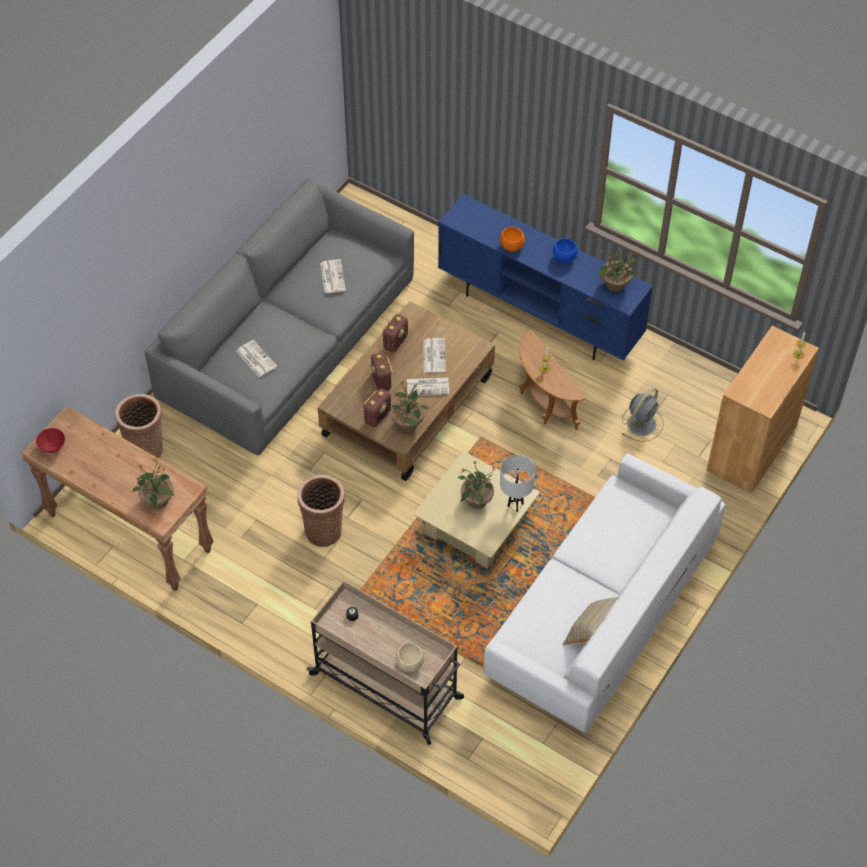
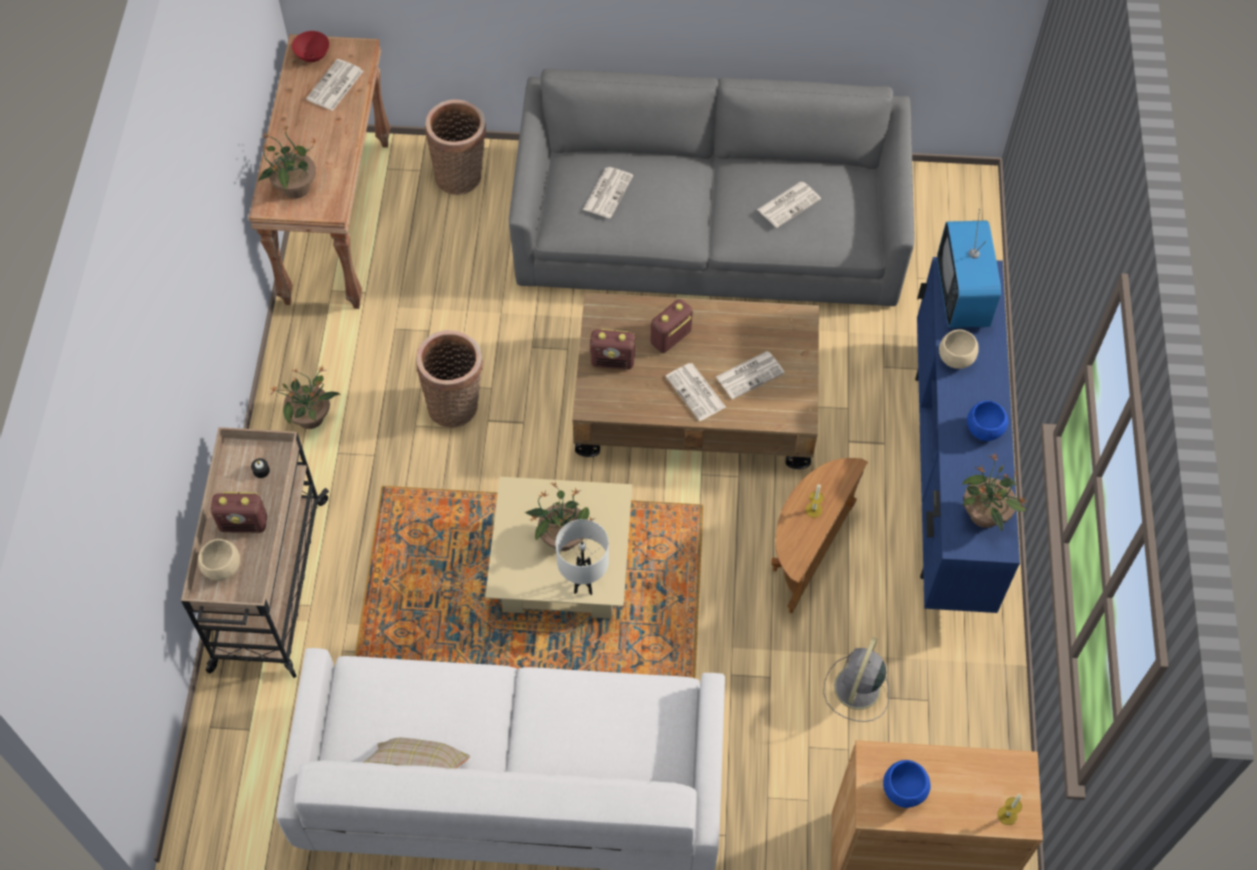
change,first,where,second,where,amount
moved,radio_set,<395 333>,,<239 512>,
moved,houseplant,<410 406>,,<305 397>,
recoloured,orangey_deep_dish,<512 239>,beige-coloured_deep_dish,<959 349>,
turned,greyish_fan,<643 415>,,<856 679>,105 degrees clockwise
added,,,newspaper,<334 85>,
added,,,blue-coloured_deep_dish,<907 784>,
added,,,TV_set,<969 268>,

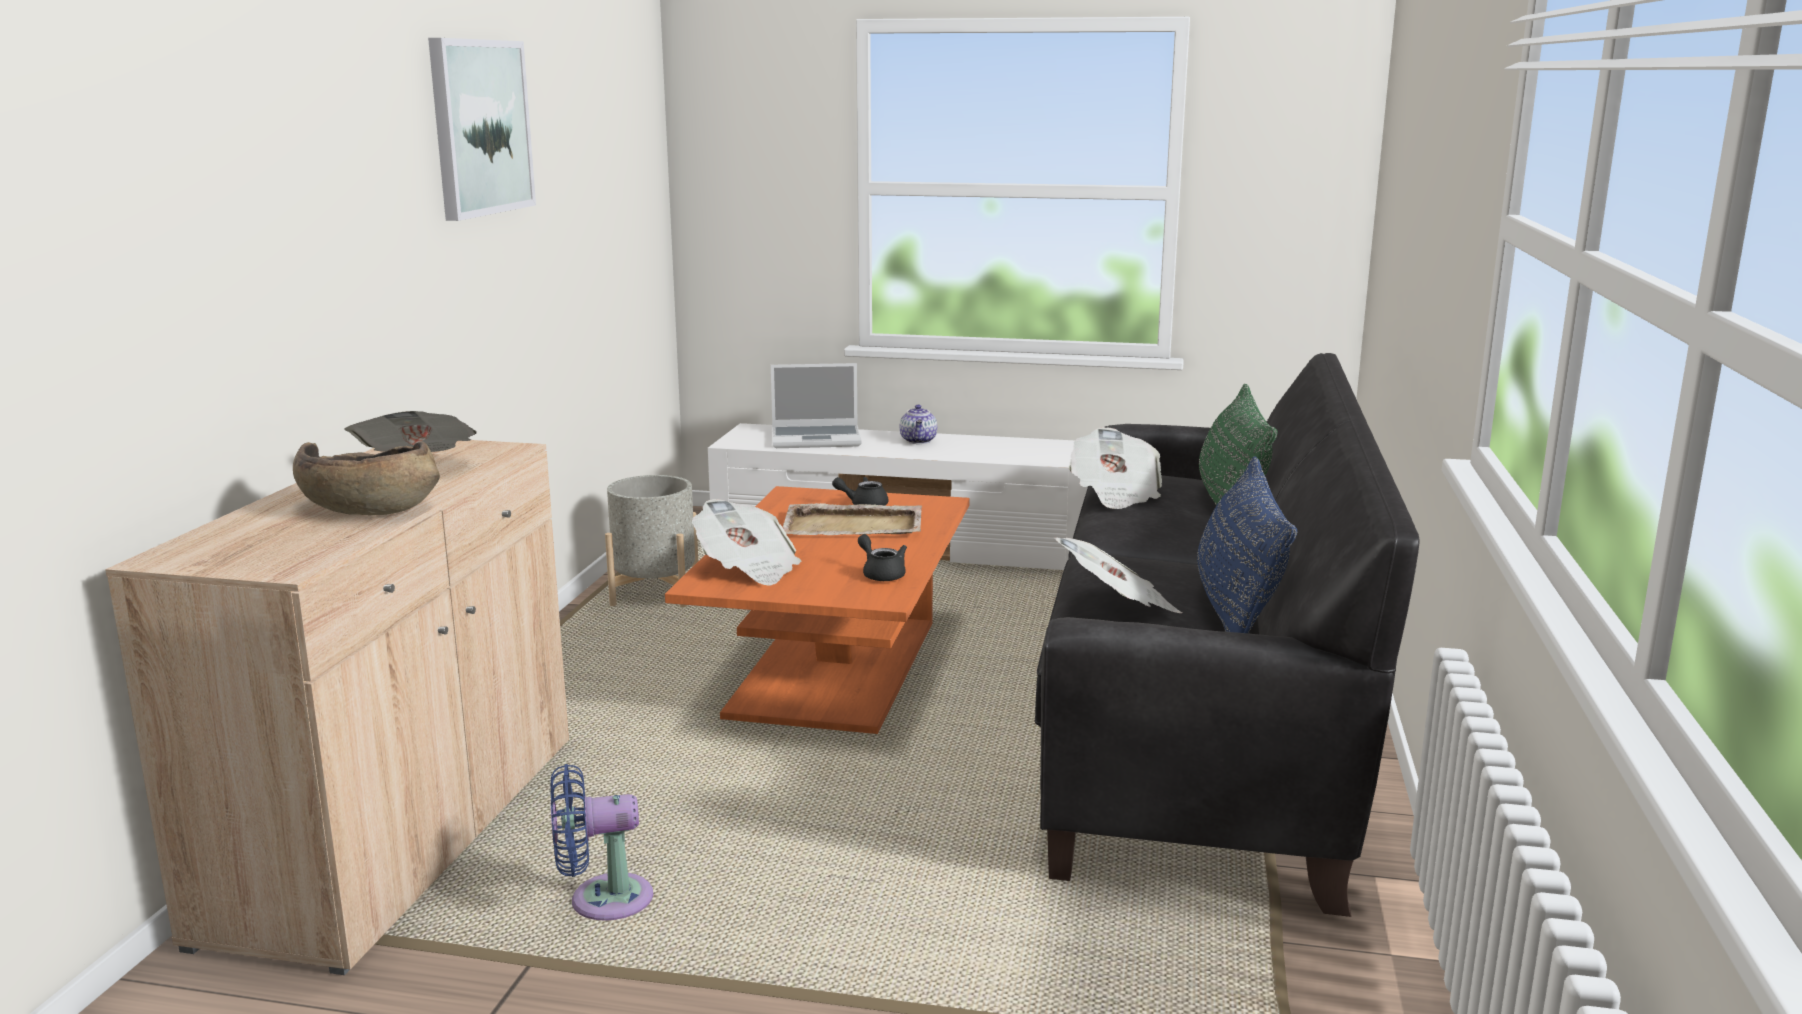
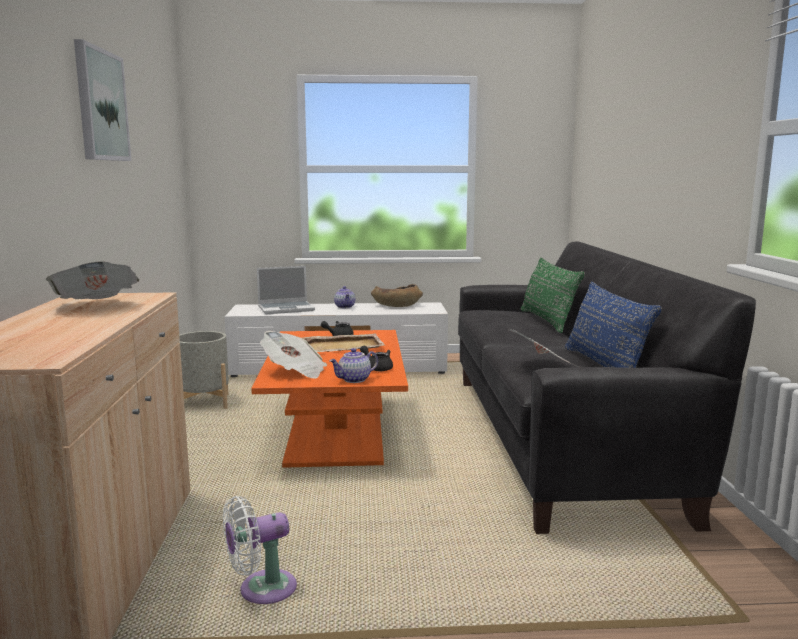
change,first,where,second,where,amount
moved,brown_deep_dish,<366 478>,,<397 295>,
recoloured,blue-coloured_fan,<601 842>,white-coloured_fan,<260 550>,
removed,newspaper,<1115 468>,,,
added,,,pot_for_tea,<353 365>,

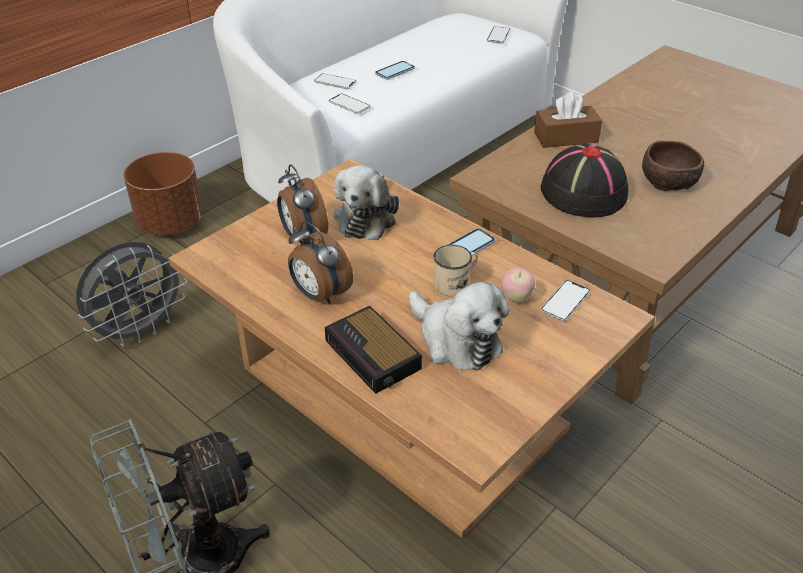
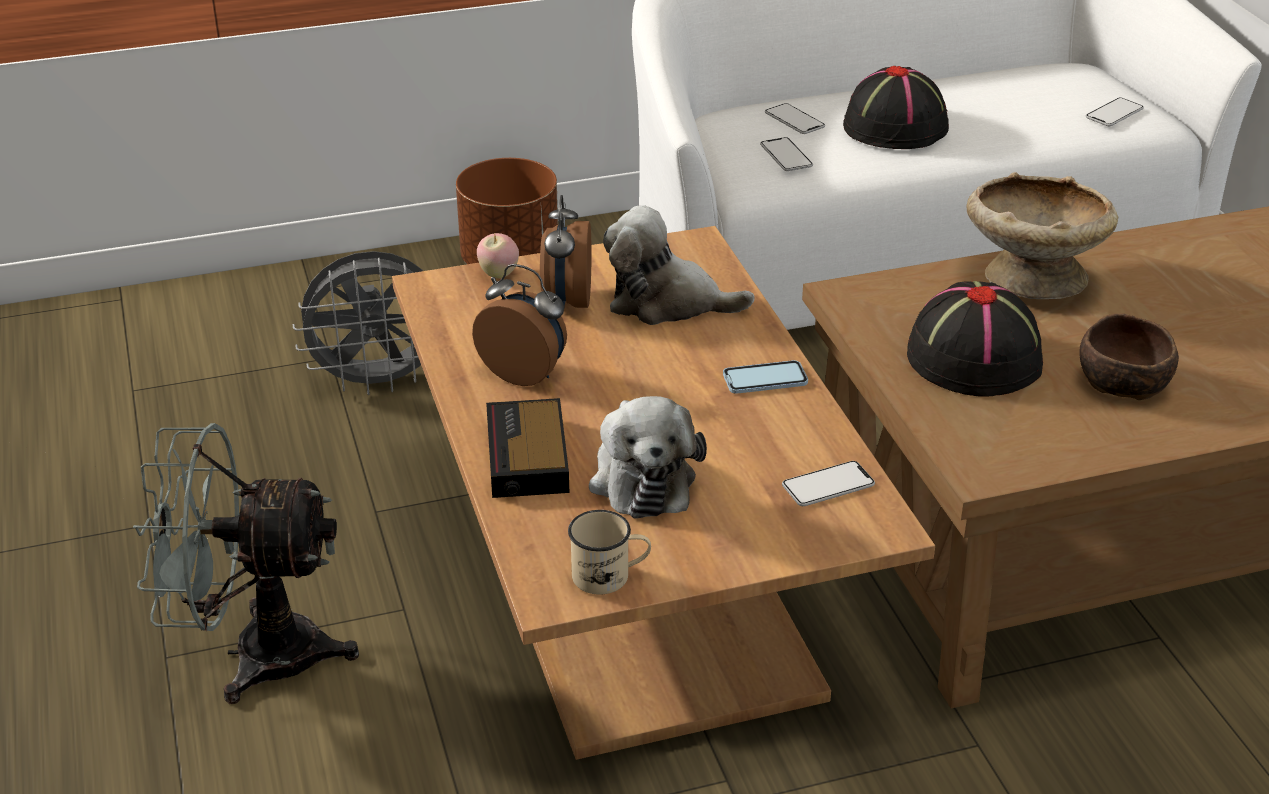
change,first,where,second,where,amount
turned,table_clock,<320 263>,,<519 325>,135 degrees clockwise
turned,soft_toy,<366 202>,,<679 265>,60 degrees clockwise
replaced,handset,<395 70>,black-coloured_hat,<896 107>,
moved,beige-coloured_tea_mug,<456 270>,,<609 552>,
moved,apple_fruit,<518 285>,,<498 256>,
replaced,brown_tissue_holder,<568 119>,beige-coloured_deep_dish,<1042 235>,

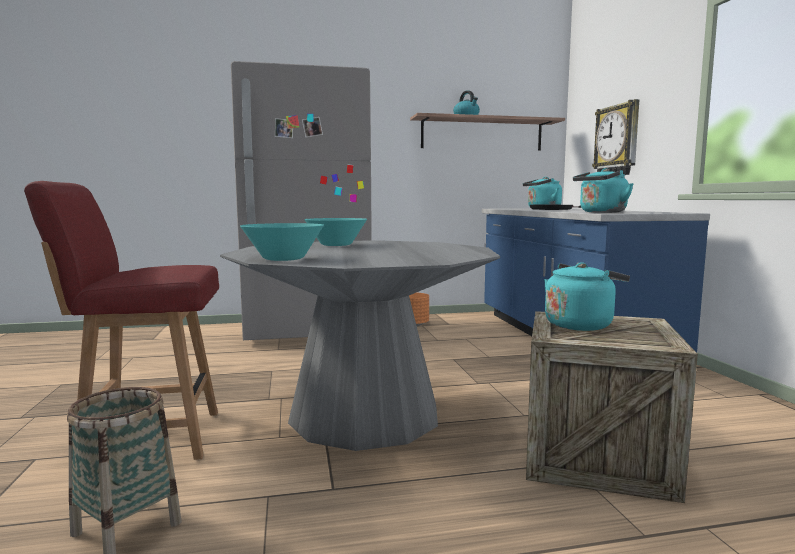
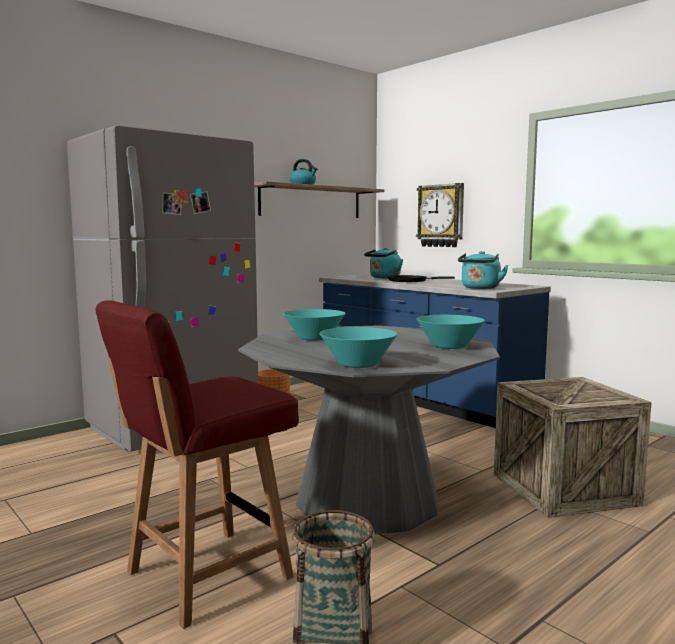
change,first,where,second,where,amount
removed,turquoise-coloured_water_kettle,<587 296>,,,
added,,,turquoise-coloured_deep_dish,<451 332>,

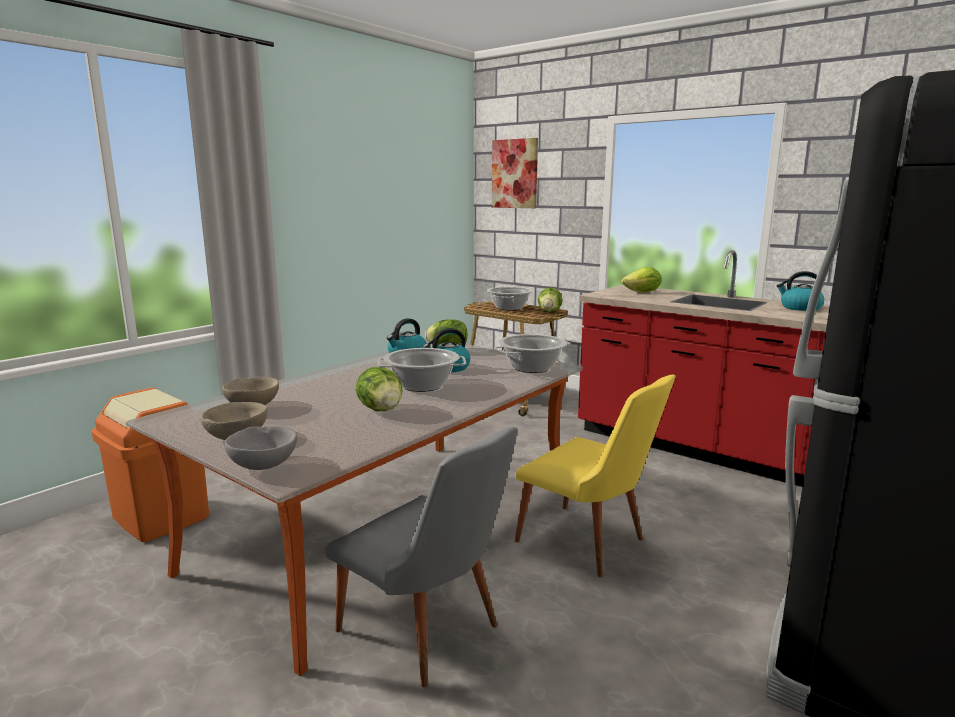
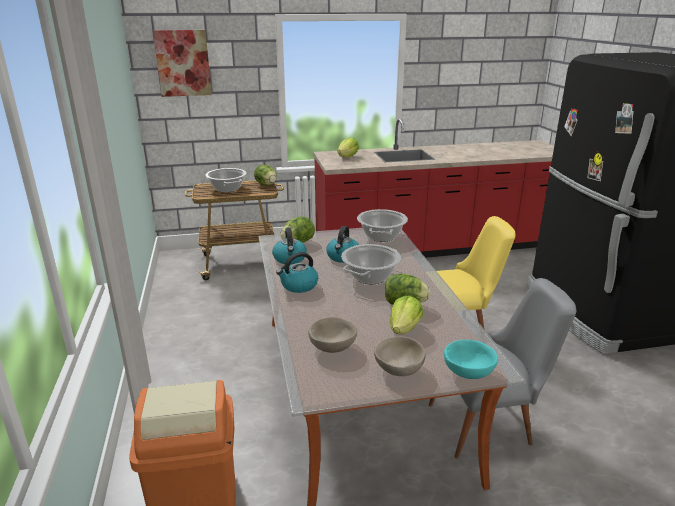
change,first,where,second,where,amount
recoloured,greyish_deep_dish,<261 448>,turquoise-coloured_deep_dish,<471 359>,
moved,water_kettle,<800 291>,,<297 272>,
added,,,lettuce,<406 315>,

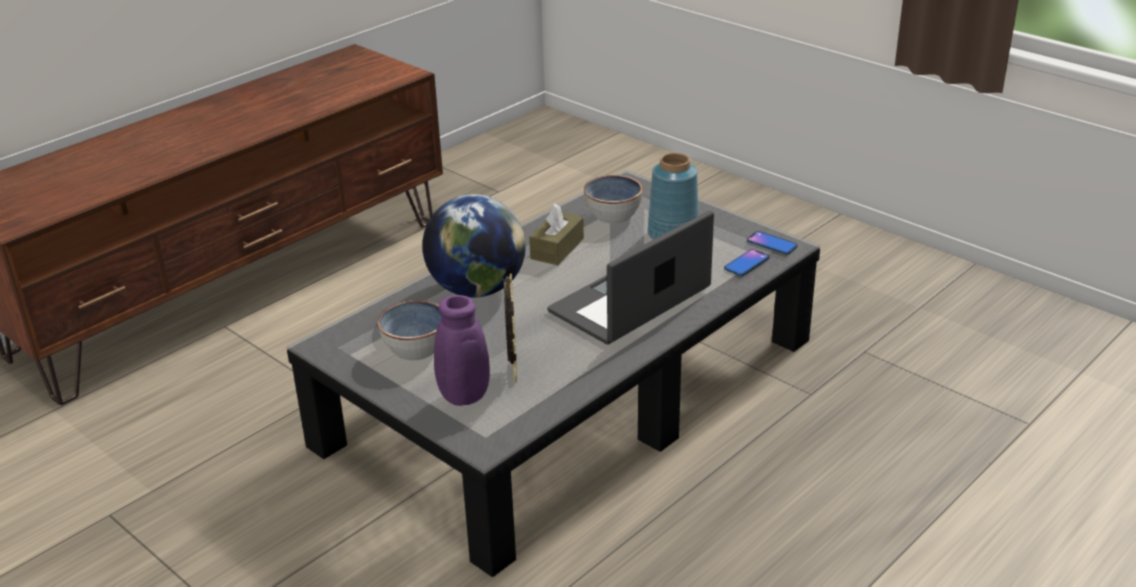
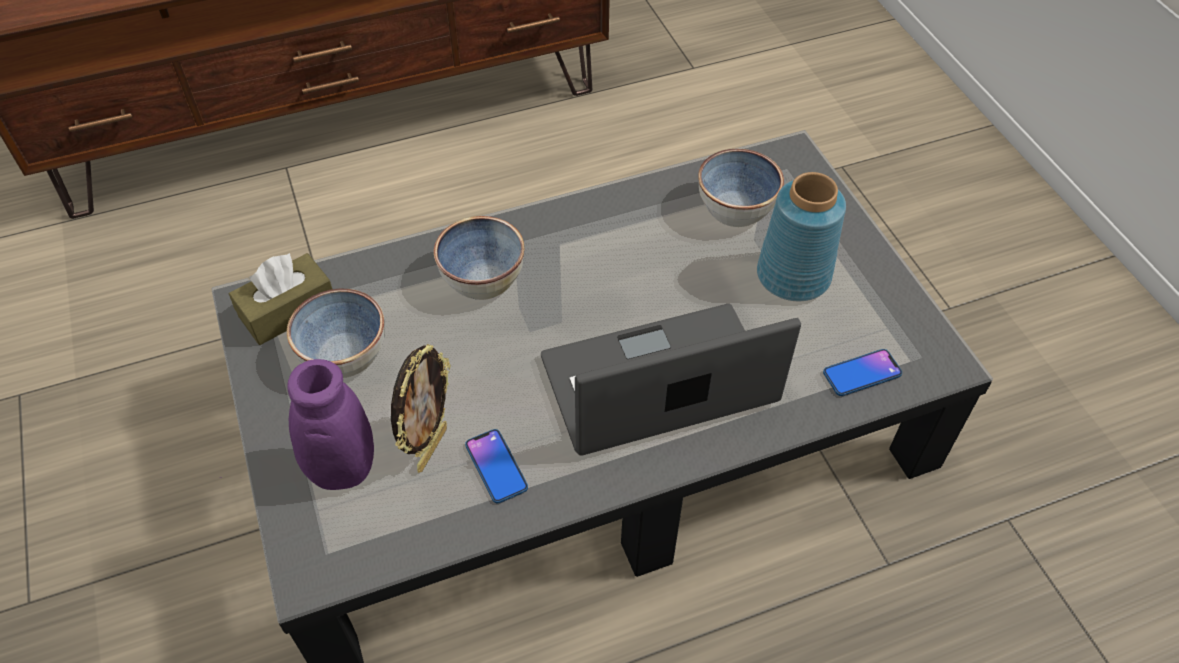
change,first,where,second,where,amount
replaced,globe,<474 245>,deep_dish,<479 258>,
moved,brown_tissue_holder,<556 234>,,<280 299>,
moved,handset,<772 242>,,<496 466>,

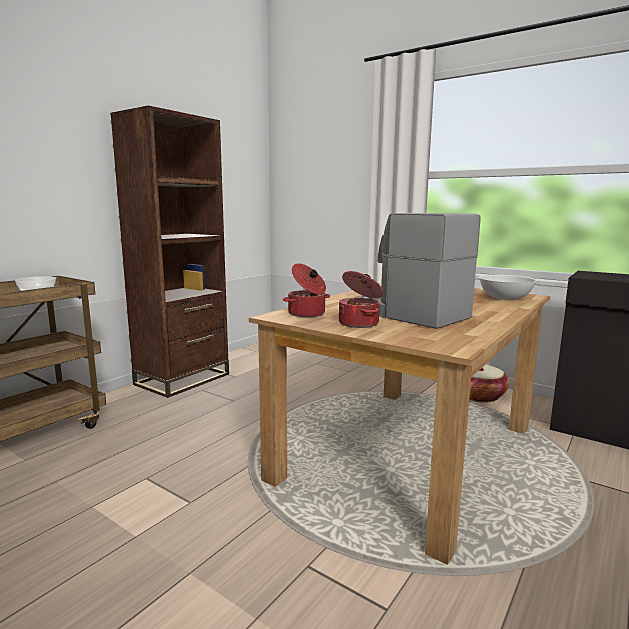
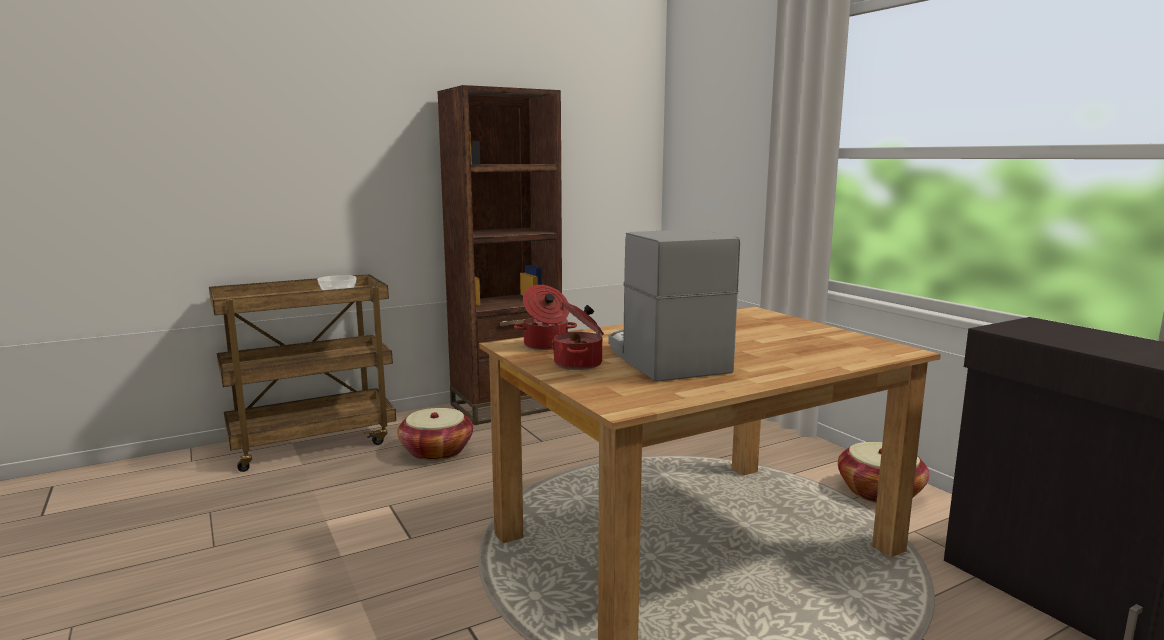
change,first,where,second,where,amount
removed,white-coloured_deep_dish,<508 287>,,,
added,,,basket,<435 434>,

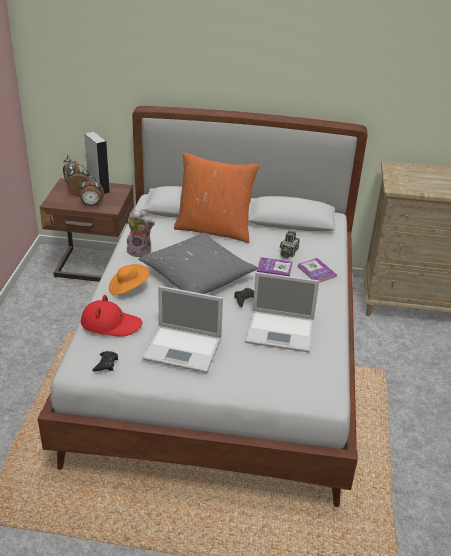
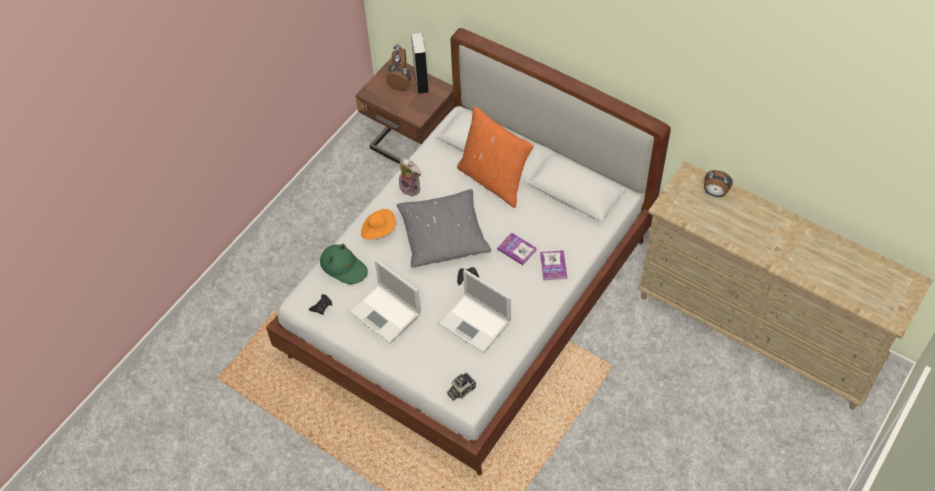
change,first,where,second,where,amount
moved,table_clock,<91 191>,,<718 183>,
recoloured,red_hat,<111 316>,greenish_hat,<344 264>,
moved,photo_camera,<290 245>,,<461 387>,

